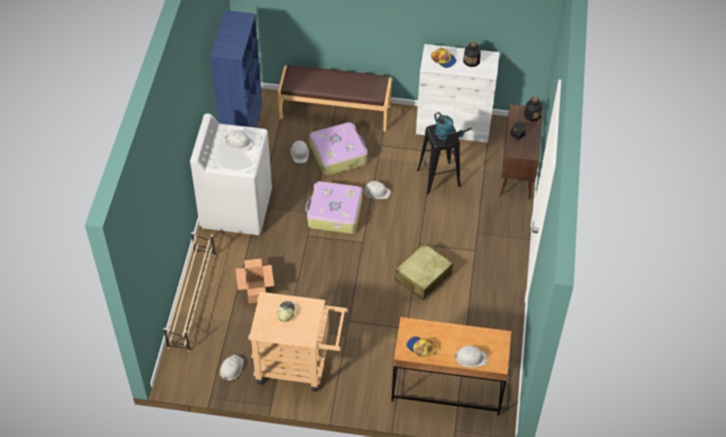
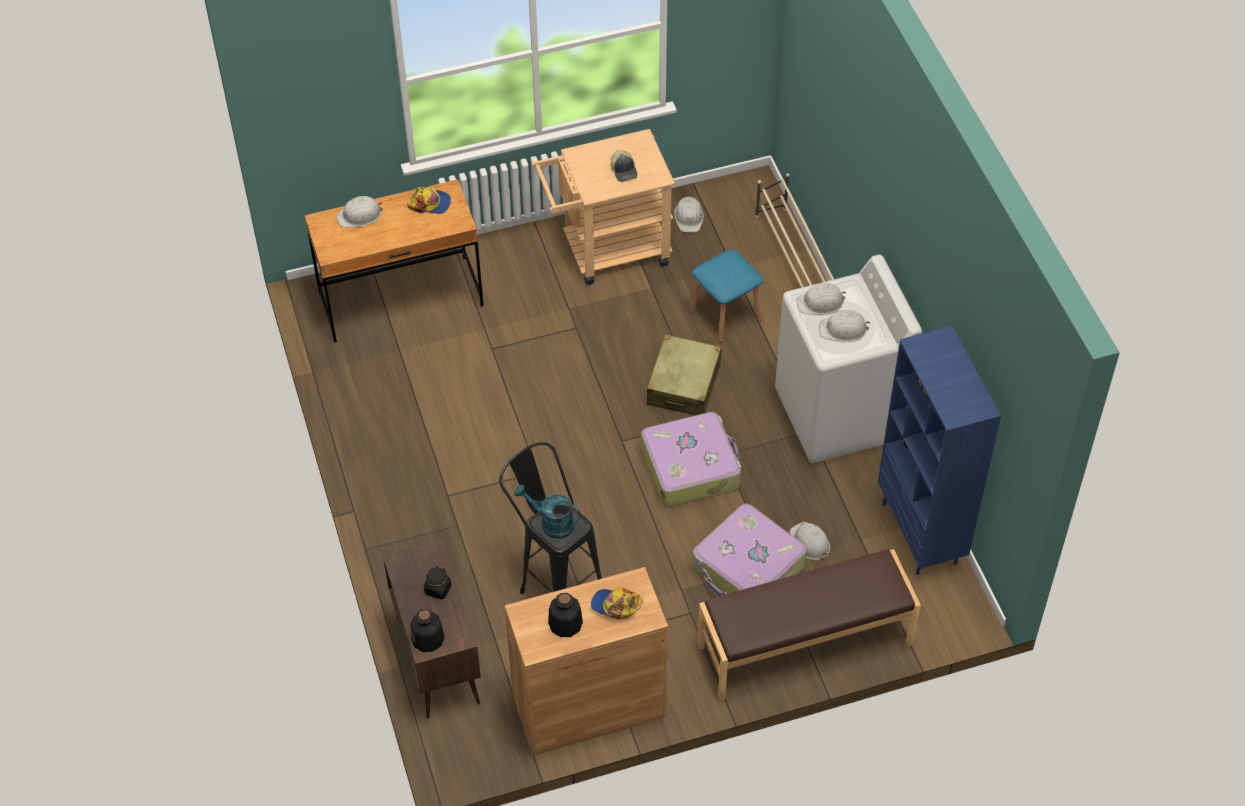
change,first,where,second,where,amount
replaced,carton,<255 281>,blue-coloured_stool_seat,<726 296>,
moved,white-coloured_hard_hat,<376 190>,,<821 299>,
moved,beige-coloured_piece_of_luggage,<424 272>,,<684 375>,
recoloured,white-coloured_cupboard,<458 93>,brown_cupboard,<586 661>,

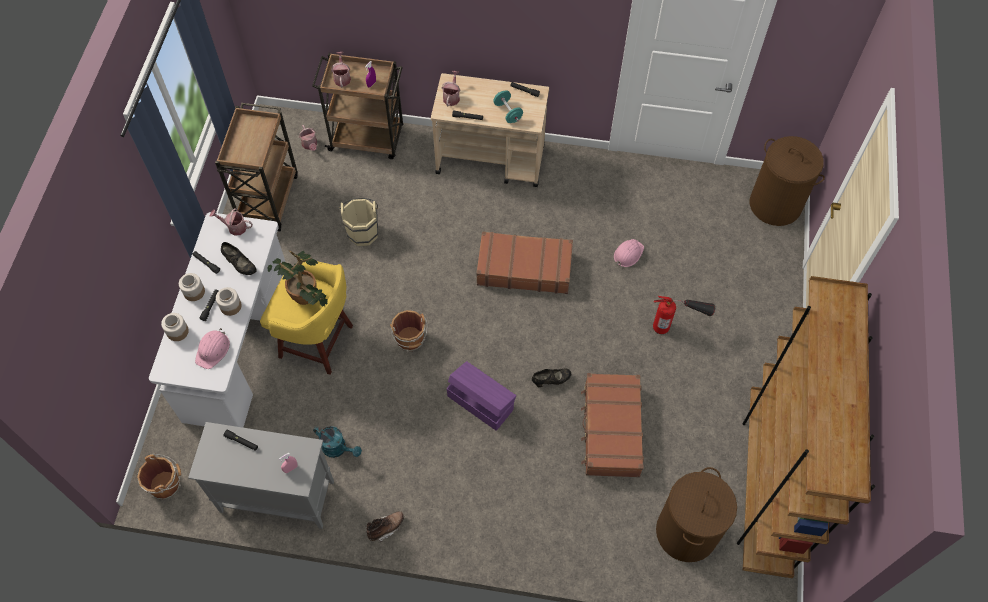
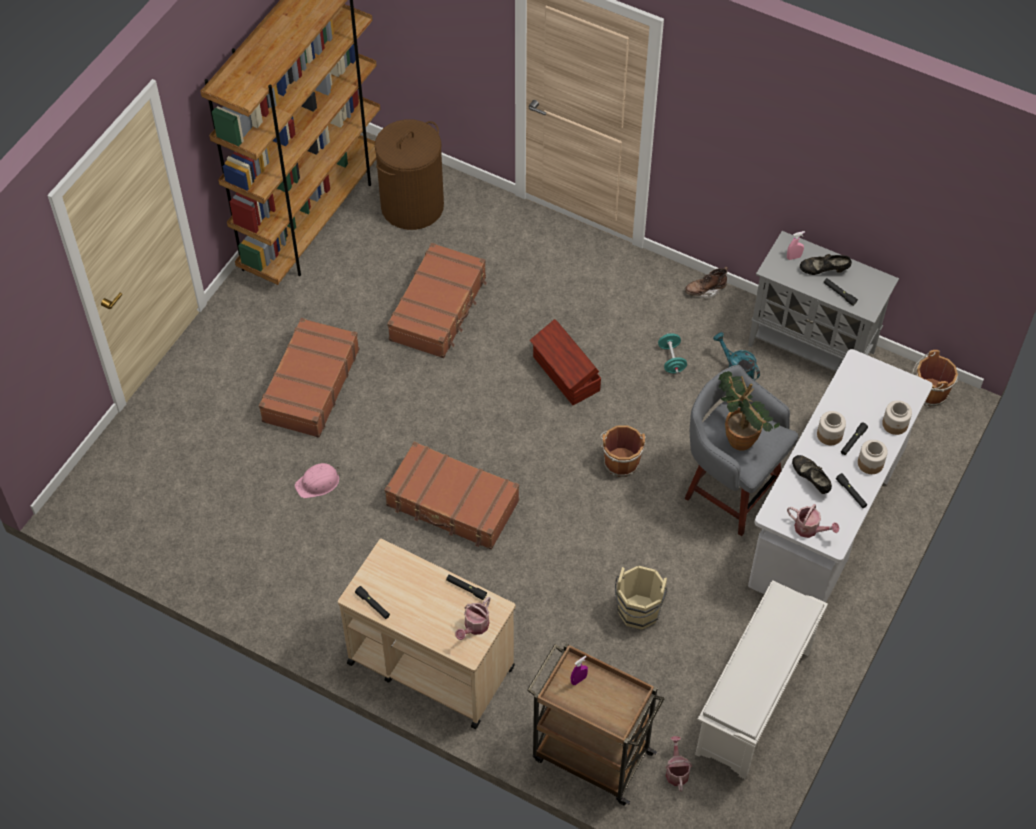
change,first,where,second,where,amount
removed,pink-coloured_hard_hat,<212 348>,,,
replaced,brown_wheeled_cart,<256 167>,white-coloured_shoe_rack,<761 679>,
recoloured,yellow-coloured_stool_seat,<306 317>,greyish_stool_seat,<742 450>,
removed,sprinkling_can,<341 69>,,,
recoloured,purplish_storage_box,<481 396>,brown_storage_box,<565 362>,
moved,turquoise-coloured_hand_weight,<508 106>,,<672 353>,
moved,black-coloured_shoe,<551 378>,,<825 264>,
replaced,fire_extinguisher,<684 315>,brown_piece_of_luggage,<309 378>,
removed,brown_hamper,<787 181>,,,

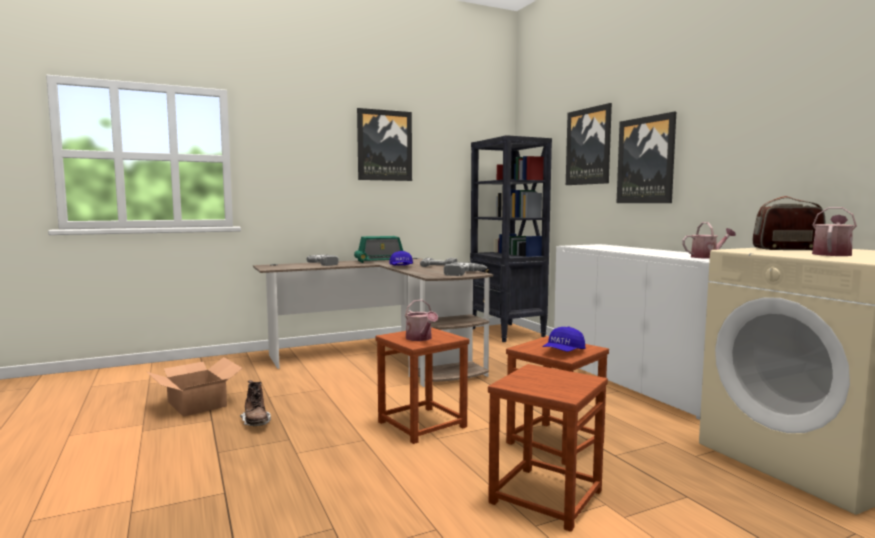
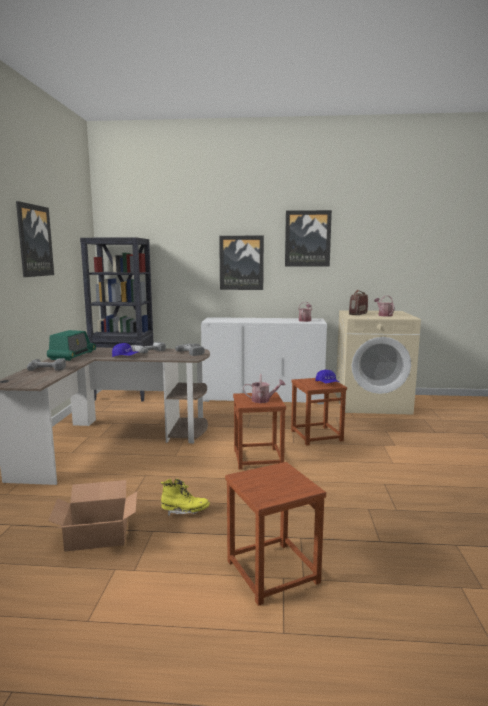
change,first,where,second,where,amount
recoloured,brown_boot,<255 403>,yellow-coloured_boot,<185 497>,
moved,brown_stool_seat,<548 448>,,<275 534>,
moved,wall_art,<589 144>,,<308 238>,

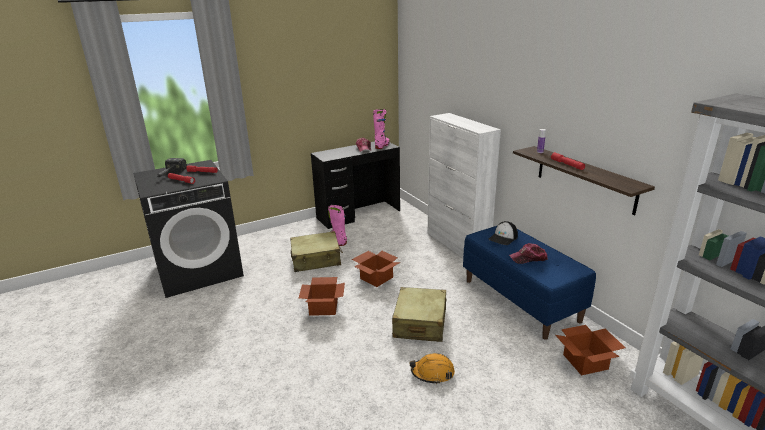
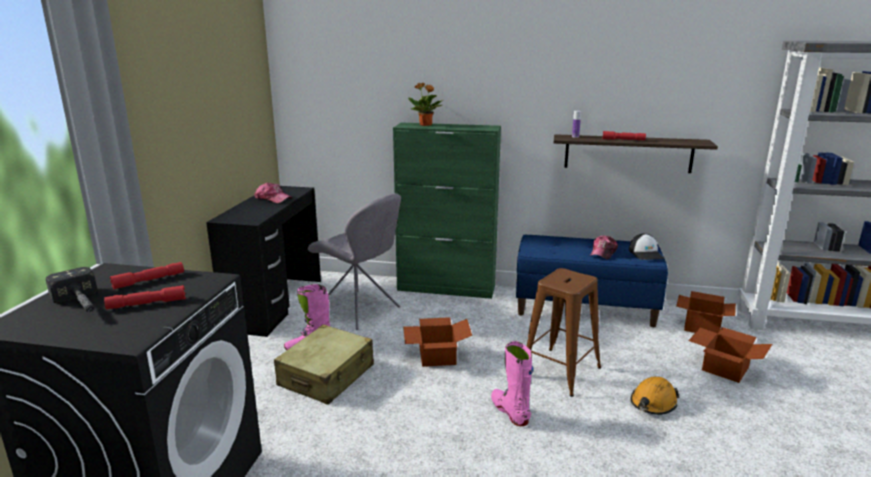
change,first,where,second,where,amount
moved,carton,<322 296>,,<730 355>,
moved,pink-coloured_boot,<381 129>,,<512 383>,
replaced,beige-coloured_piece_of_luggage,<419 314>,brown_stool_seat,<564 332>,
recoloured,white-coloured_cupboard,<464 185>,greenish_cupboard,<447 211>,
moved,cap,<503 233>,,<647 247>,
added,,,greyish_plain_chair,<354 261>,
added,,,houseplant,<425 104>,

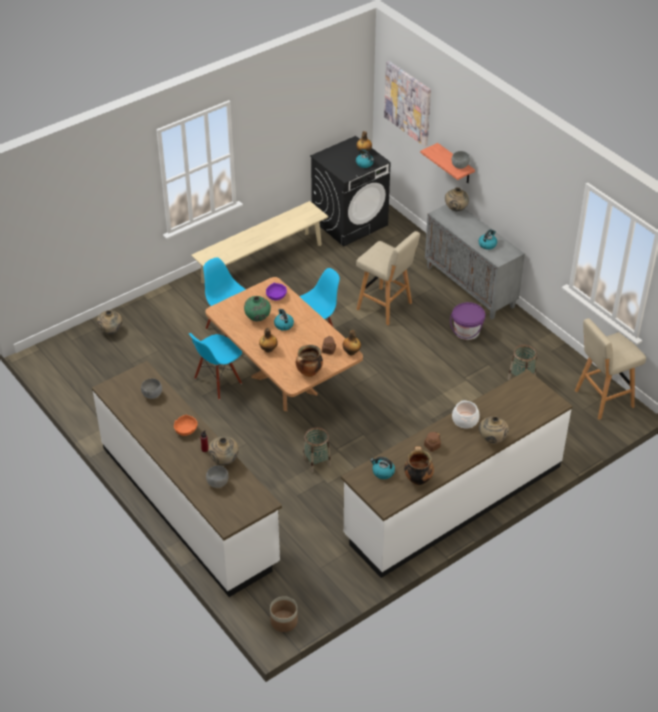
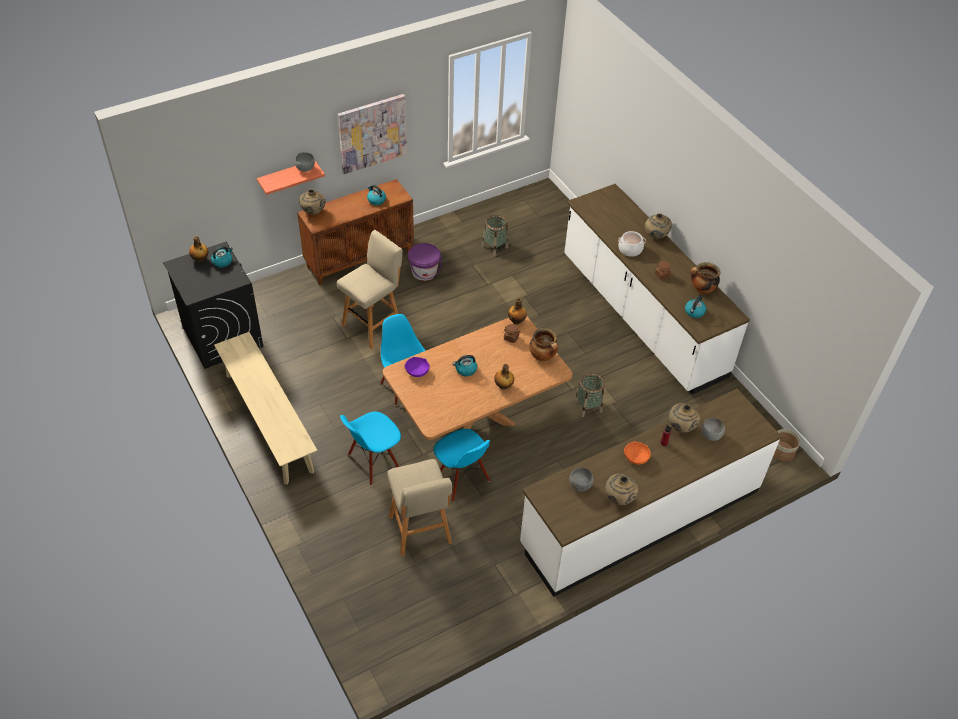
change,first,where,second,where,amount
moved,beige-coloured_flower_vase,<109 322>,,<621 489>,
removed,greenish_flower_vase,<257 309>,,,
moved,wall_art,<407 104>,,<372 134>,
recoloured,greyish_cupboard,<475 261>,brown_cupboard,<355 232>,
moved,beige-coloured_stool_seat,<610 369>,,<419 508>,

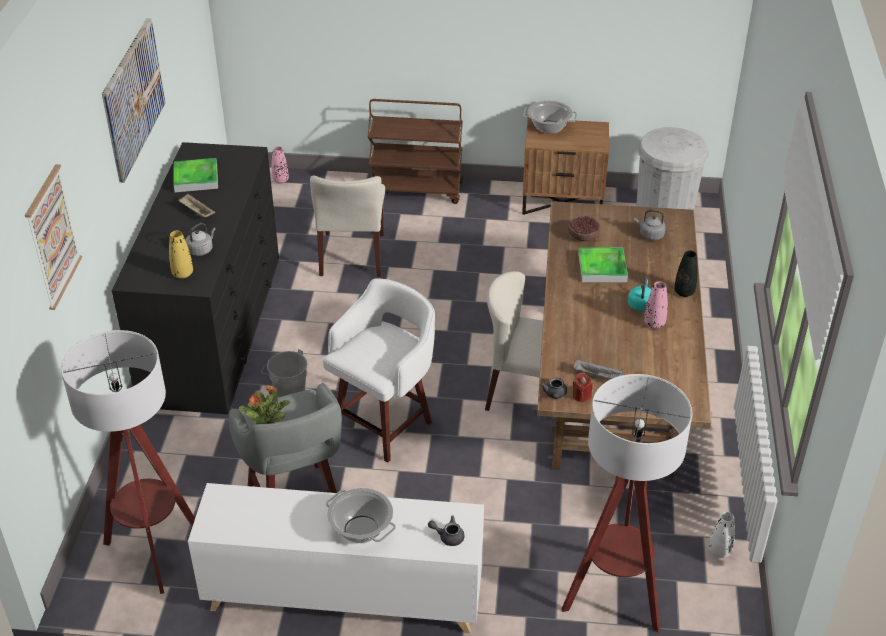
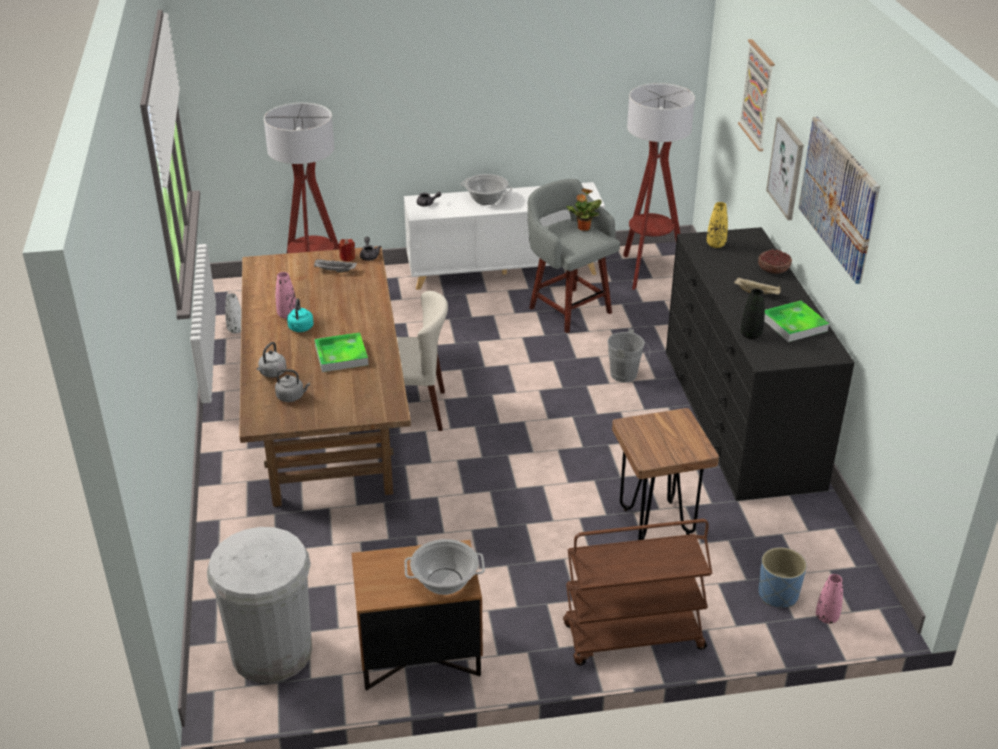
change,first,where,second,where,amount
moved,greyish_water_kettle,<201 239>,,<271 360>,
replaced,beige-coloured_plain_chair,<347 226>,brown_stool_seat,<665 474>,
removed,white-coloured_stool_seat,<379 370>,,,
moved,deep_dish,<584 228>,,<775 261>,
moved,black-coloured_flower_vase,<686 273>,,<753 314>,
added,,,blue-coloured_plant_pot,<782 577>,
added,,,wall_art,<785 168>,

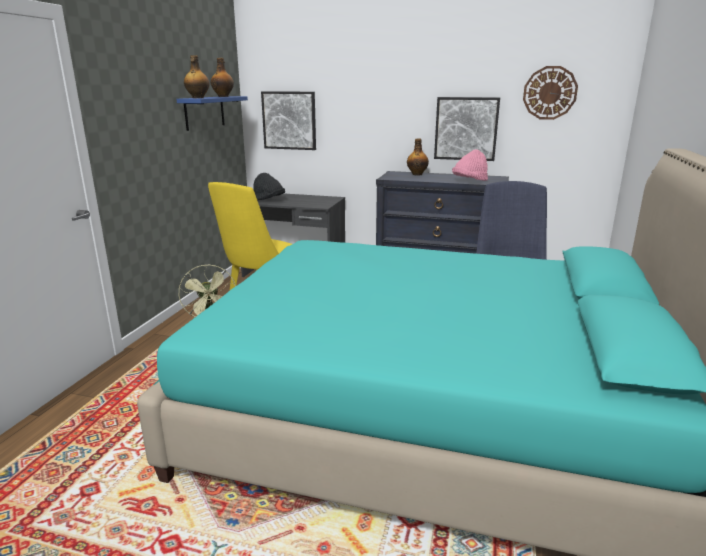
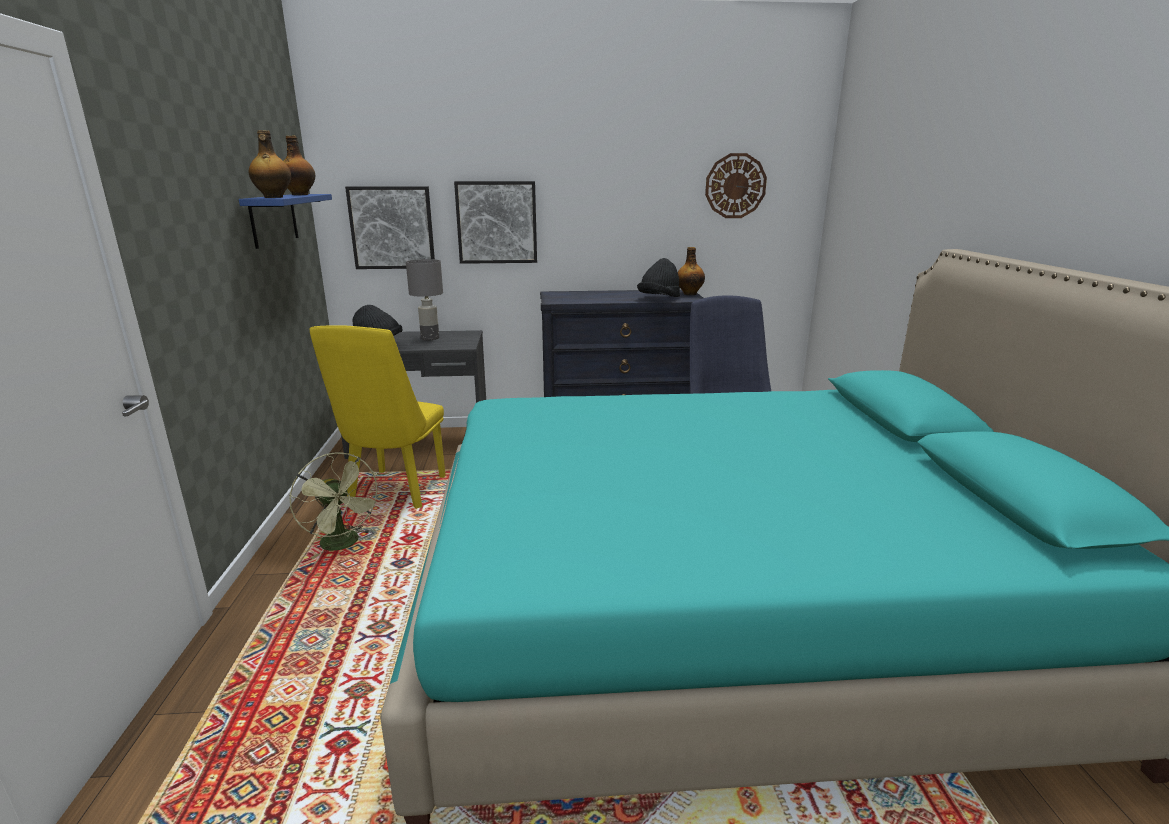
change,first,where,second,where,amount
moved,beverage_bottle,<418 157>,,<691 271>,
moved,wall_art,<467 129>,,<495 222>,
recoloured,pink-coloured_hat,<470 165>,black-coloured_hat,<658 277>,
added,,,greyish_table_lamp,<424 299>,

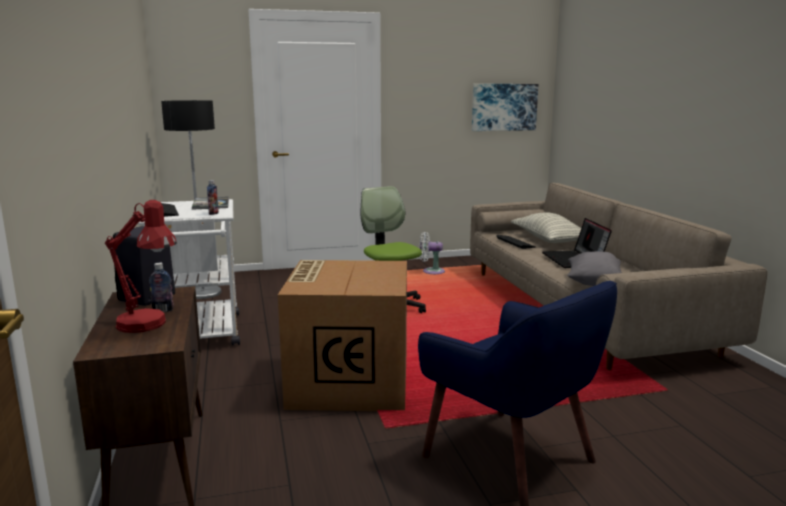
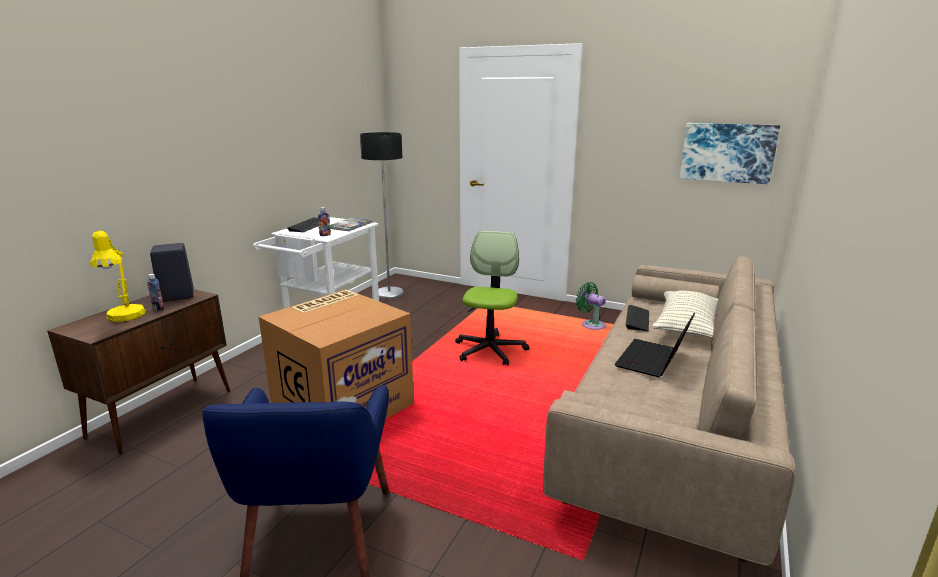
change,first,where,second,where,amount
recoloured,red_table_lamp,<141 266>,yellow-coloured_table_lamp,<118 276>,
recoloured,white-coloured_fan,<432 253>,greenish_fan,<591 306>,
removed,greyish_throw_pillow,<594 268>,,,

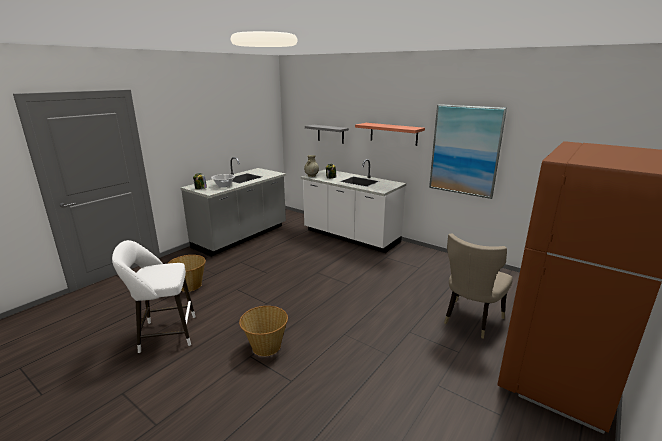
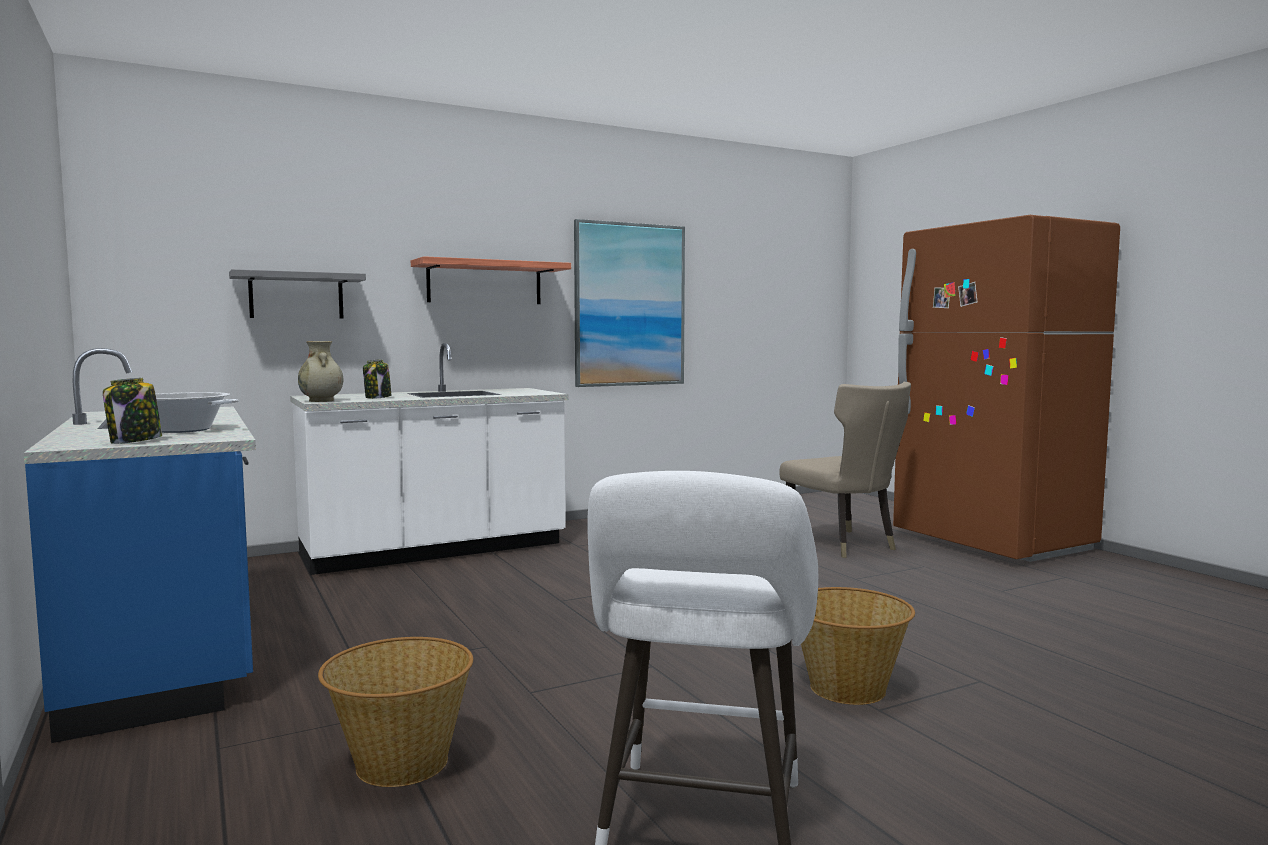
change,first,where,second,where,amount
recoloured,greyish_counter,<233 207>,blue-coloured_counter,<140 545>,

